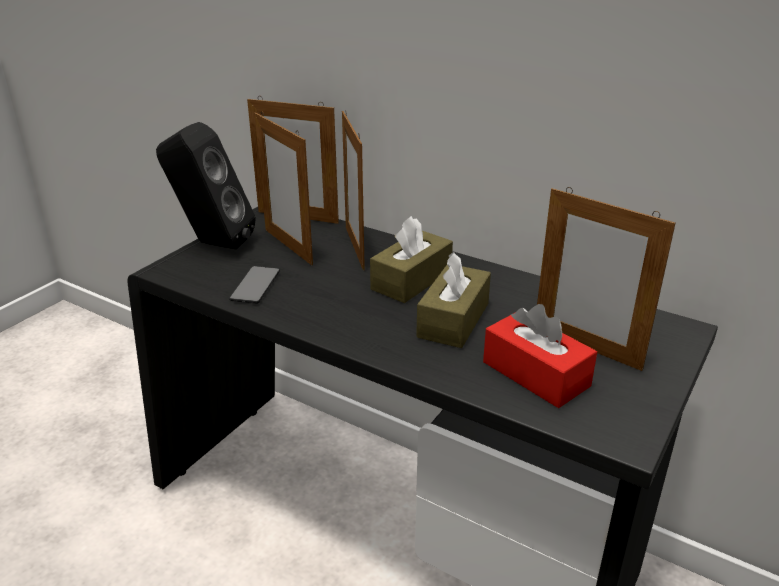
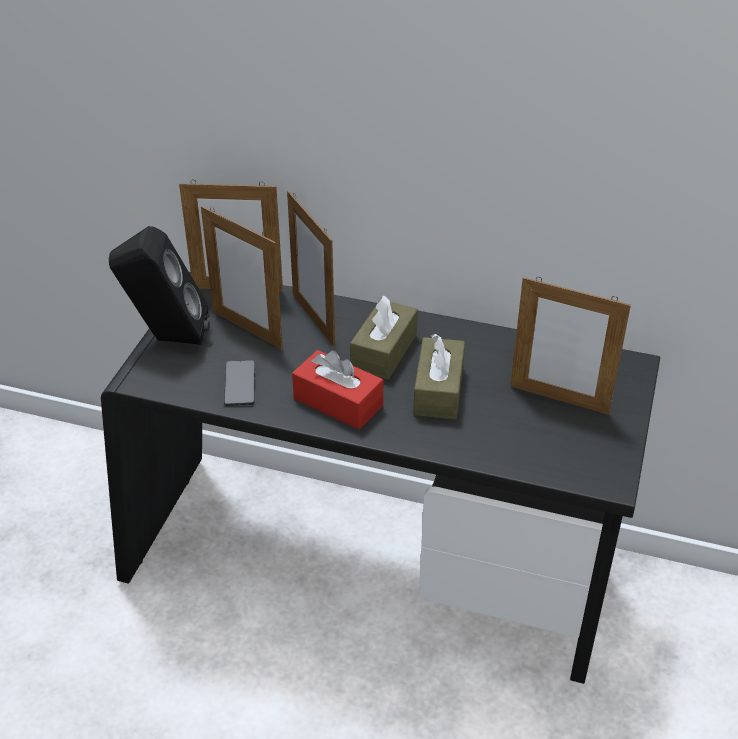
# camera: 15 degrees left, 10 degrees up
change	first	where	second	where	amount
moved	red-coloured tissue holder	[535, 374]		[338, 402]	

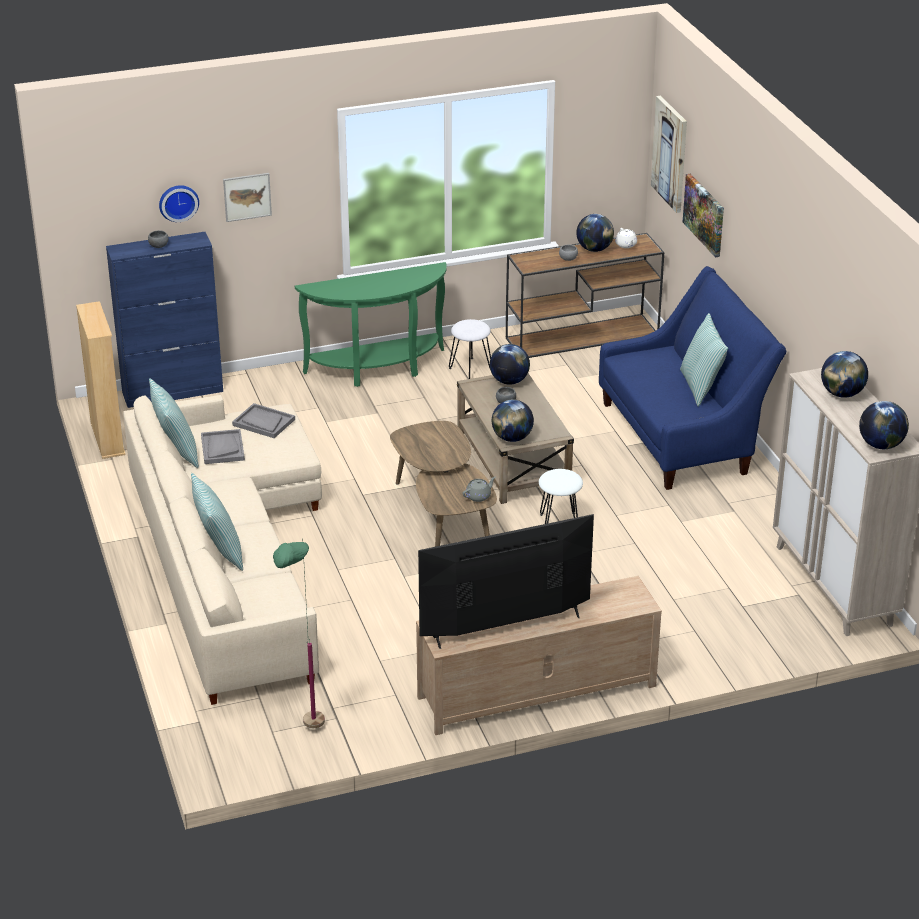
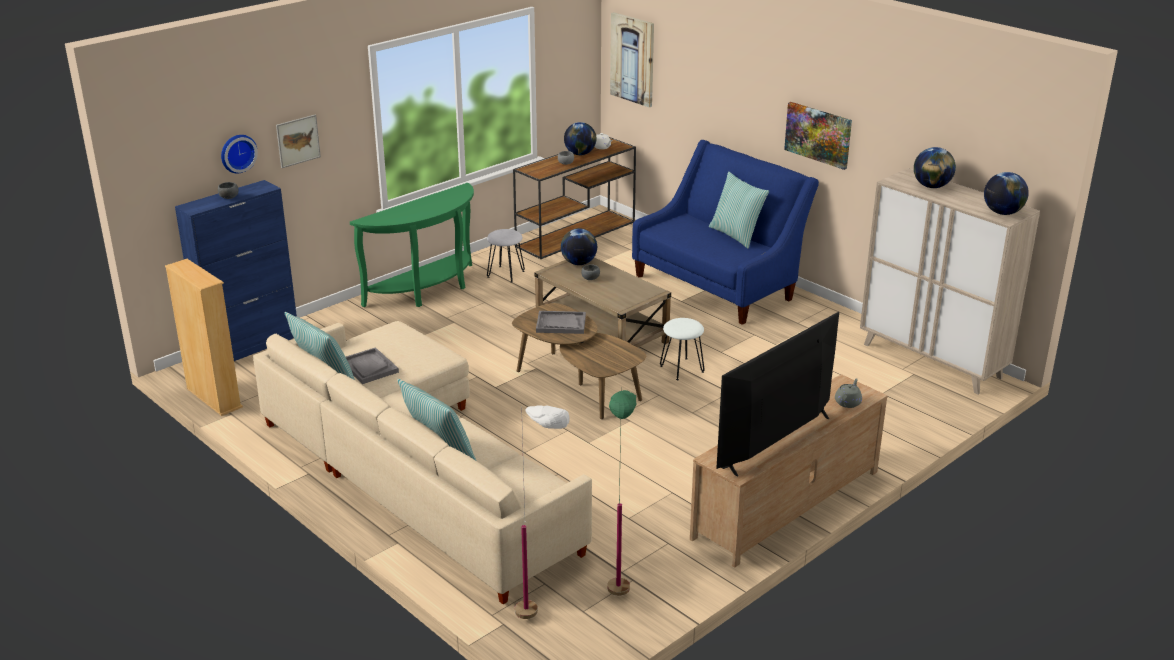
# camera: 25 degrees left, 5 degrees down
change	first	where	second	where	amount
added			whitish standard lamp	[542, 624]	
moved	grey tray	[263, 422]		[560, 324]	
moved	wall picture	[704, 214]		[818, 134]	
moved	grey teapot	[479, 496]		[848, 402]	
removed	globe	[512, 438]			

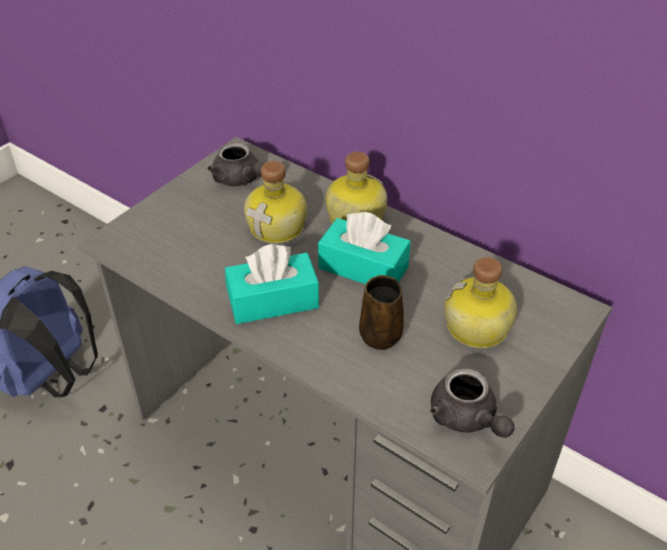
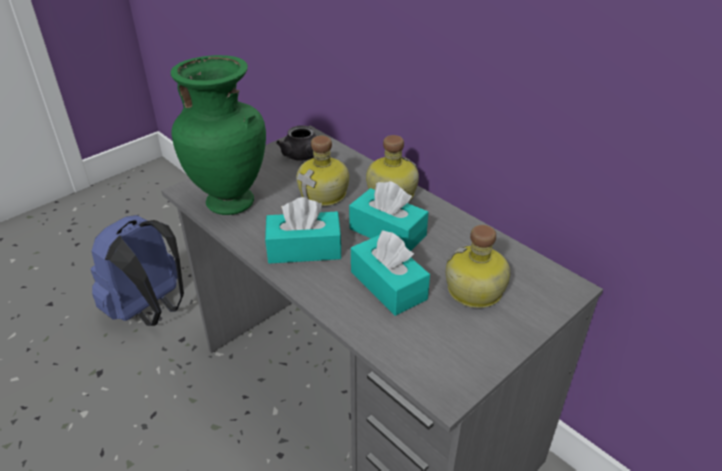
# camera: 10 degrees right, 5 degrees down
change	first	where	second	where	amount
added			green decorative vase	[231, 202]	
replaced	brownish coffee mug	[380, 333]	turquoise-coloured tissue holder	[388, 285]	
removed	grey teapot	[467, 419]			

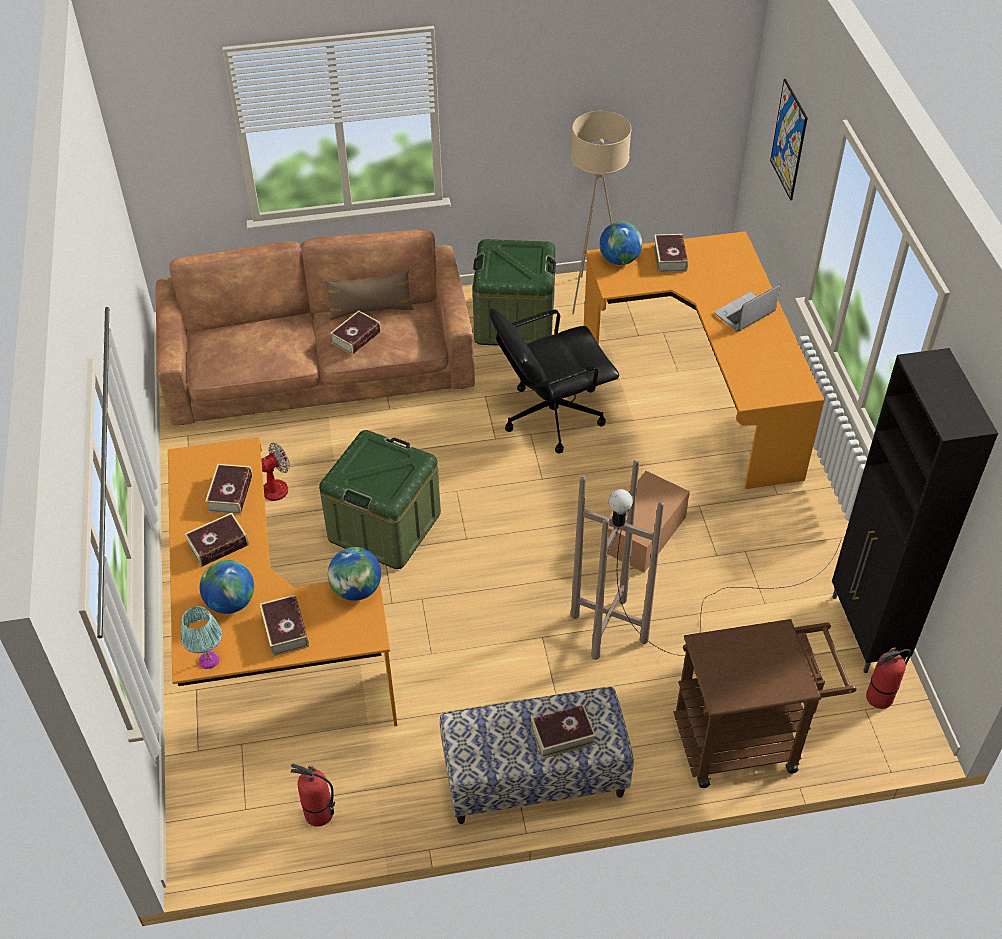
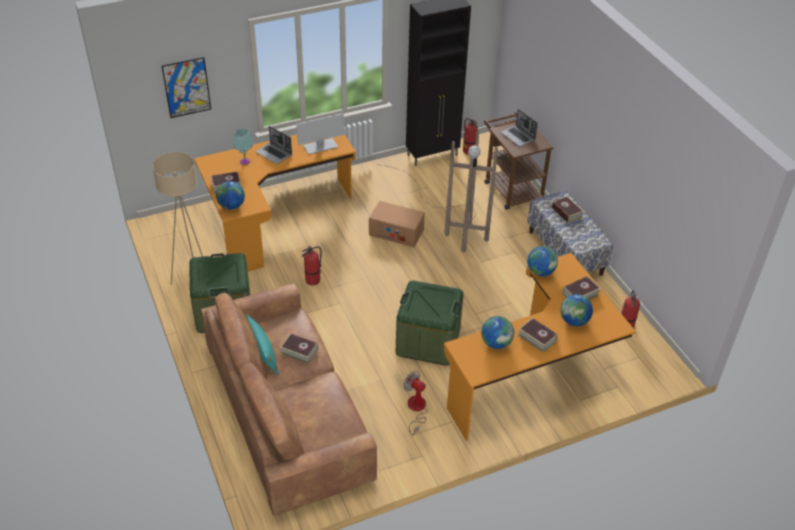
# camera: 105 degrees left, 5 degrees down
change	first	where	second	where	amount
moved	turquoise-coloured table lamp	[209, 660]		[244, 161]	
recoloured	brownish cushion	[370, 310]	turquoise-coloured cushion	[263, 354]	
added			monitor	[320, 147]	
replaced	blackish office chair	[551, 416]	extinguisher	[312, 280]	
replaced	volume	[230, 494]	globe	[496, 343]	
added			laptop	[518, 136]	

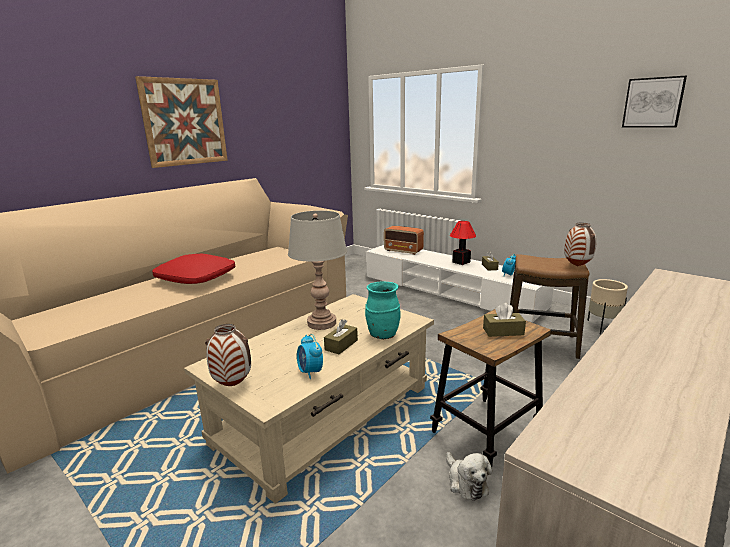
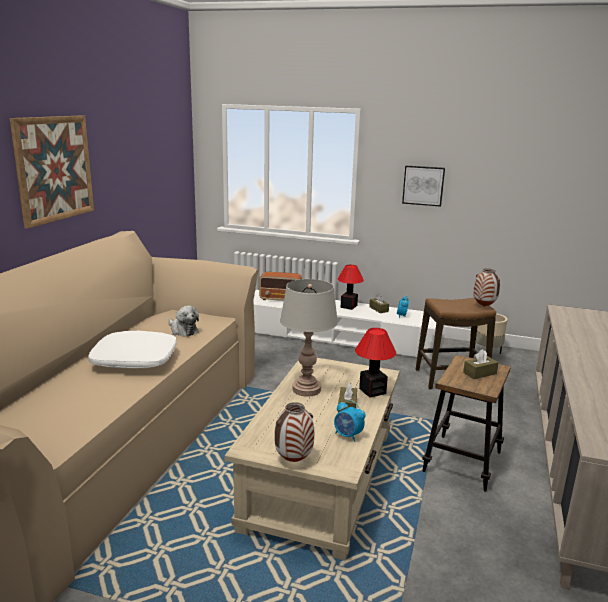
# camera: 25 degrees left, 0 degrees up
change	first	where	second	where	amount
recoloured	red-coloured cushion	[195, 278]	whitish cushion	[134, 360]	
moved	soft toy	[466, 482]		[183, 331]	
replaced	turquoise-coloured decorative vase	[382, 335]	table lamp	[372, 391]	
moved	wall picture	[653, 102]		[423, 185]	

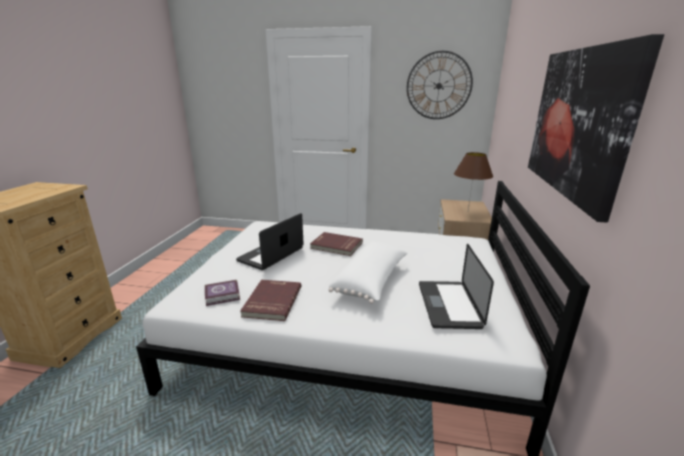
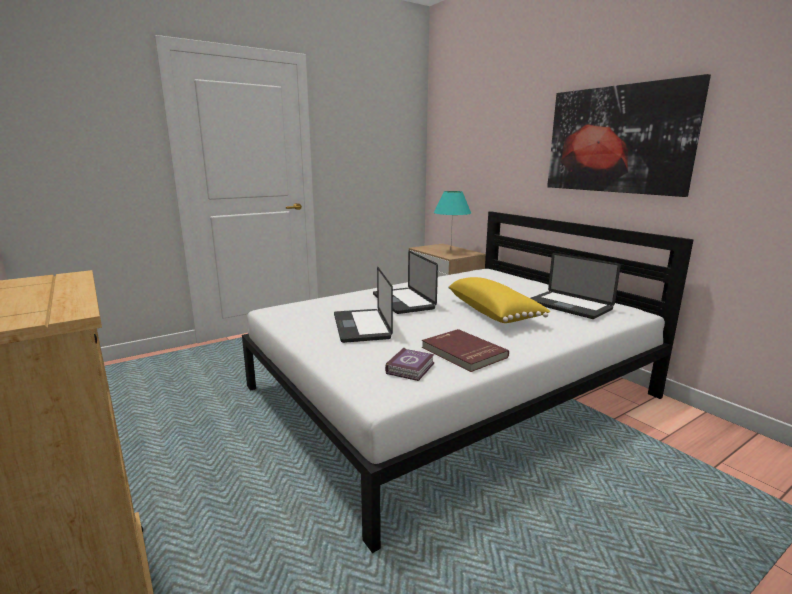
# camera: 45 degrees left, 5 degrees down
change	first	where	second	where	amount
replaced	red-coloured volume	[336, 246]	laptop	[403, 301]	
recoloured	brownish table lamp	[467, 211]	turquoise-coloured table lamp	[450, 251]	
recoloured	whitish cushion	[372, 281]	yellow-coloured cushion	[493, 312]	
removed	clock on the wall	[439, 86]			

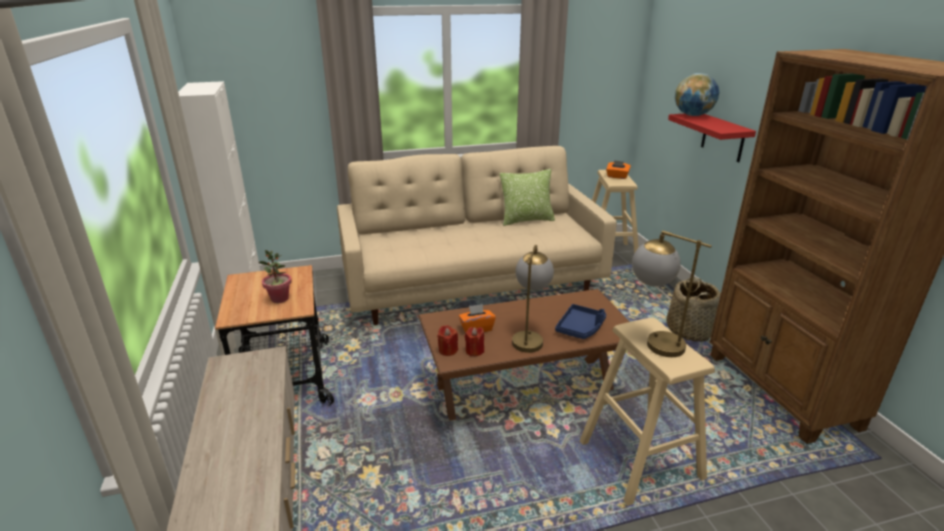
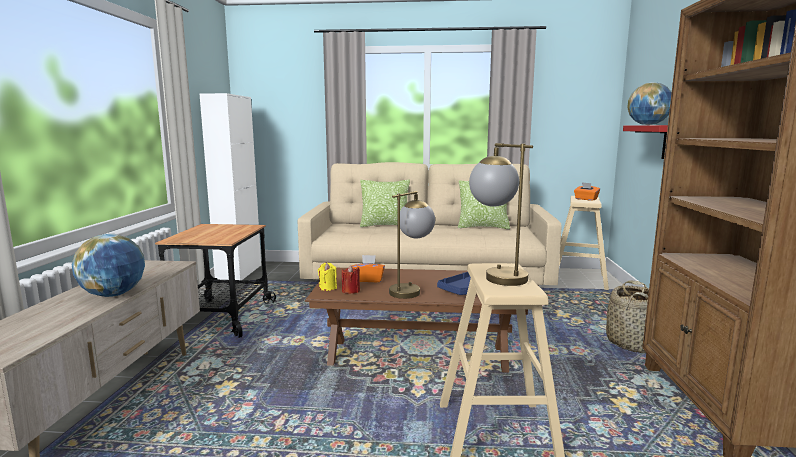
# camera: 20 degrees right, 15 degrees down
change	first	where	second	where	amount
added			globe	[114, 295]	
recoloured	red-coloured wax light	[448, 350]	yellow-coloured wax light	[328, 288]	
added			cushion	[385, 225]	
removed	plant in a pot	[279, 299]			

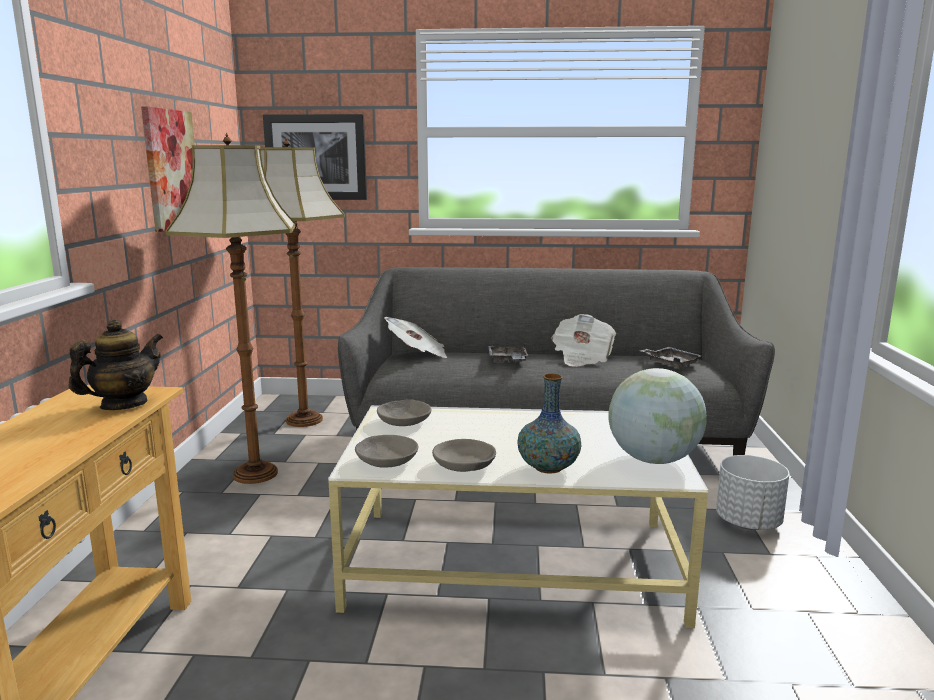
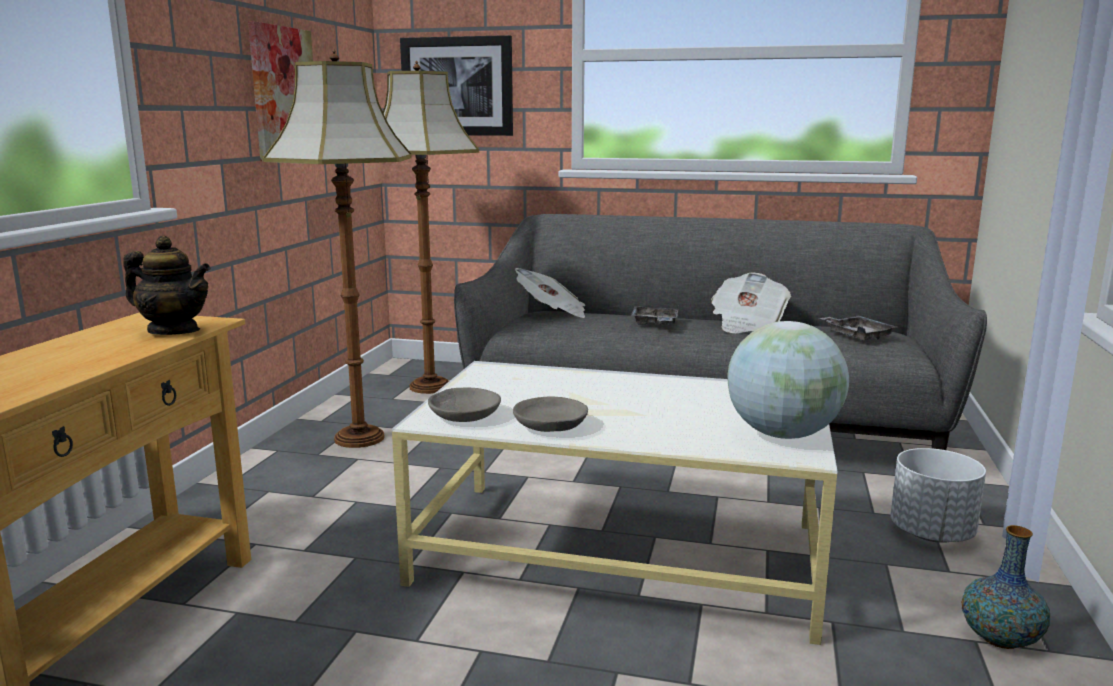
# camera: 10 degrees right, 0 degrees up
change	first	where	second	where	amount
turned	teapot	[123, 405]		[174, 331]	60 degrees clockwise
moved	decorative vase	[548, 468]		[1000, 639]	
removed	grey deep dish	[404, 420]			

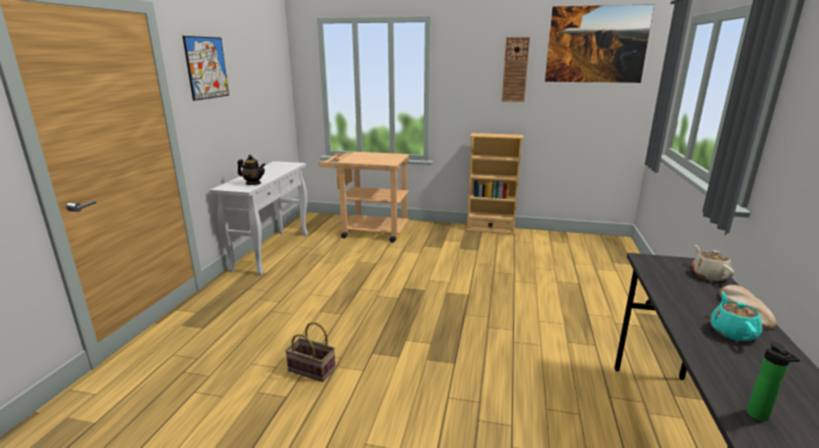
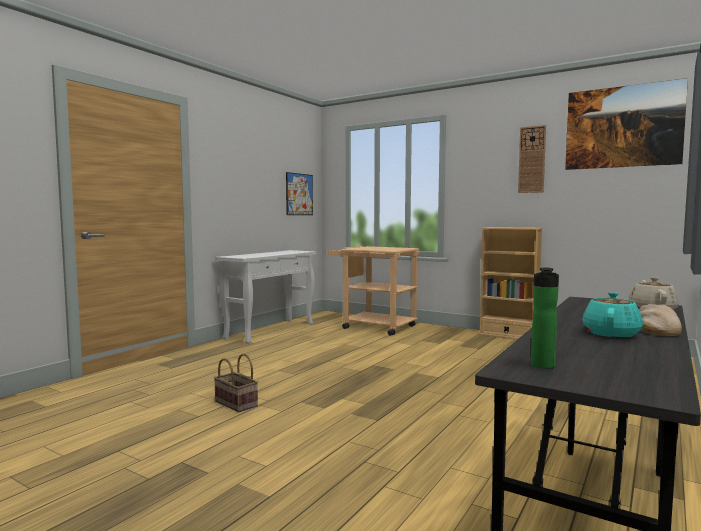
# camera: 20 degrees right, 15 degrees down
change	first	where	second	where	amount
moved	wall picture	[207, 68]		[299, 194]	
removed	teapot	[253, 183]			

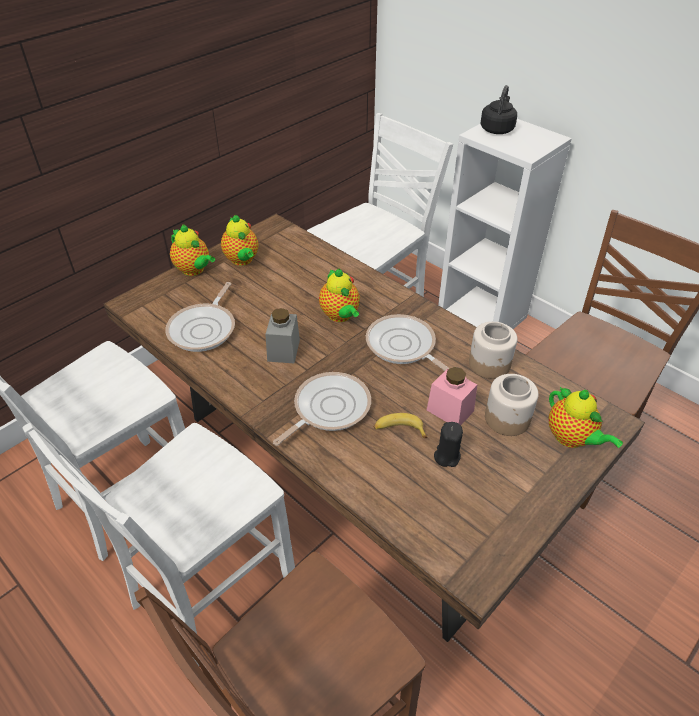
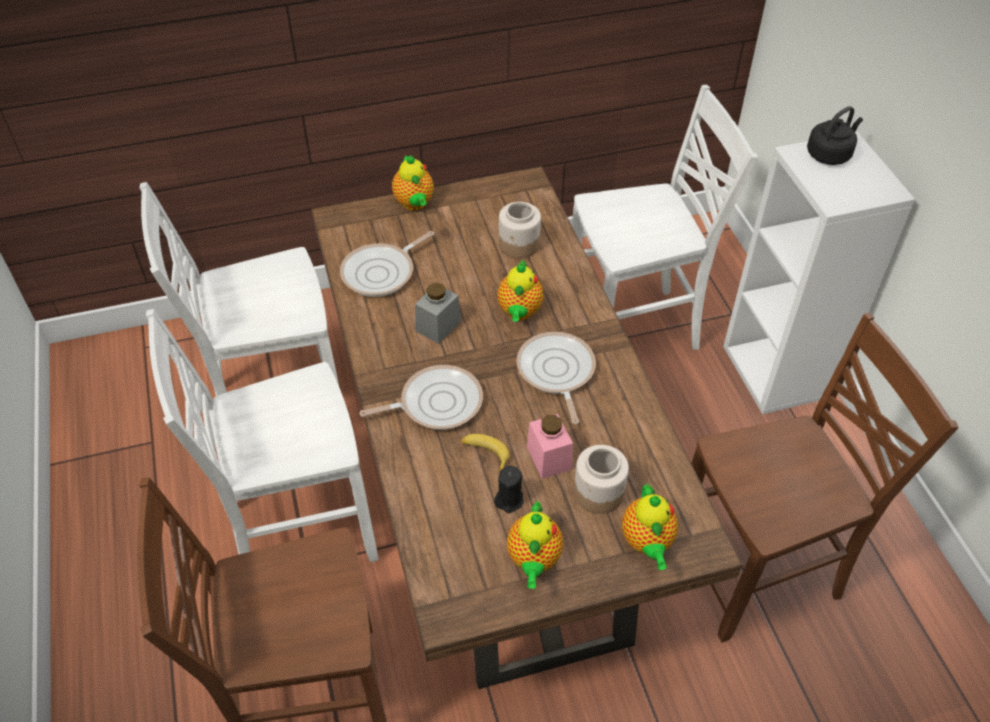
# camera: 30 degrees right, 5 degrees up
change	first	where	second	where	amount
moved	jar	[490, 364]		[519, 245]	
moved	teapot	[242, 260]		[533, 560]	

